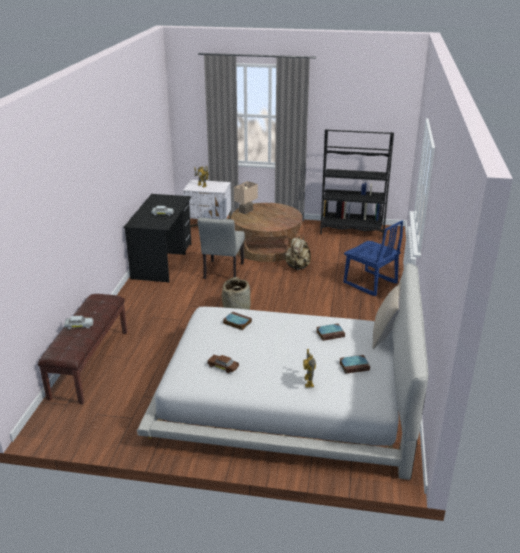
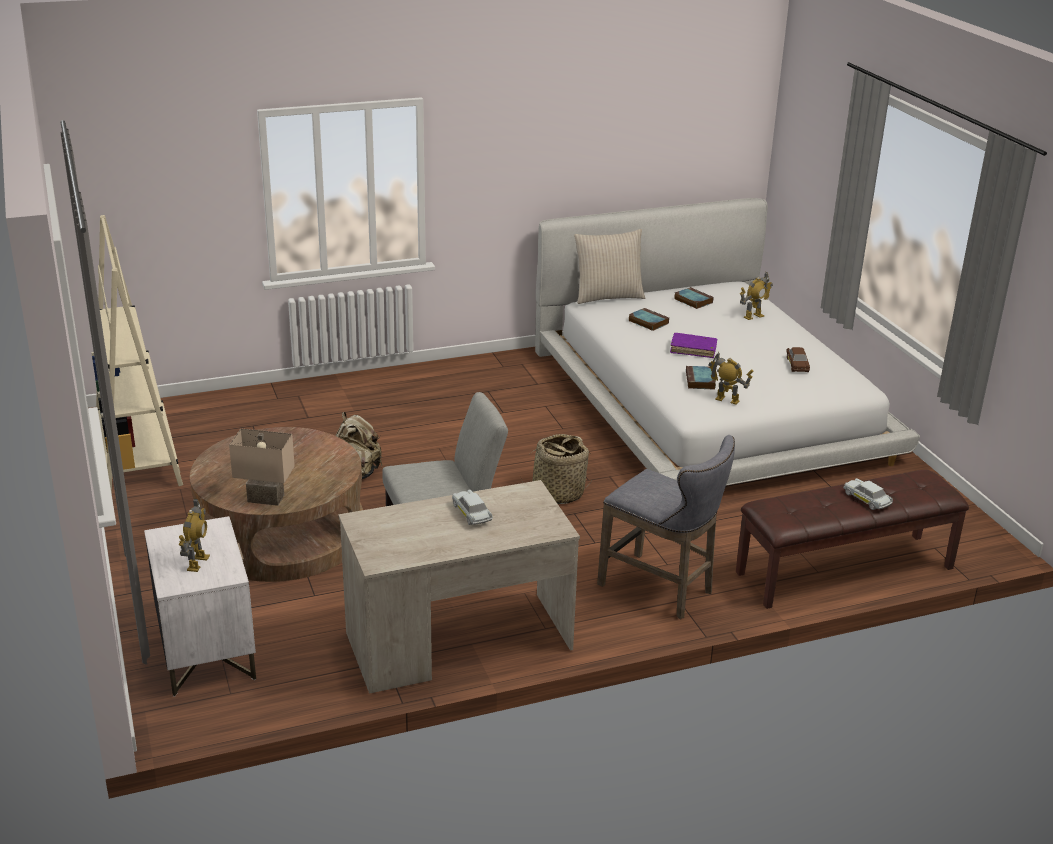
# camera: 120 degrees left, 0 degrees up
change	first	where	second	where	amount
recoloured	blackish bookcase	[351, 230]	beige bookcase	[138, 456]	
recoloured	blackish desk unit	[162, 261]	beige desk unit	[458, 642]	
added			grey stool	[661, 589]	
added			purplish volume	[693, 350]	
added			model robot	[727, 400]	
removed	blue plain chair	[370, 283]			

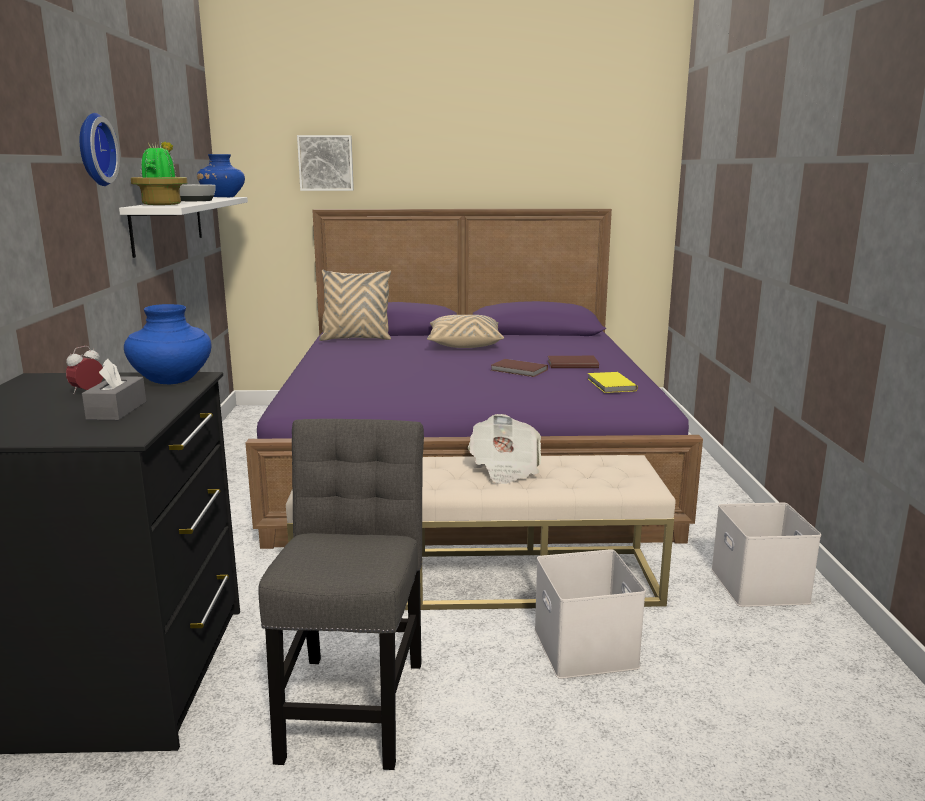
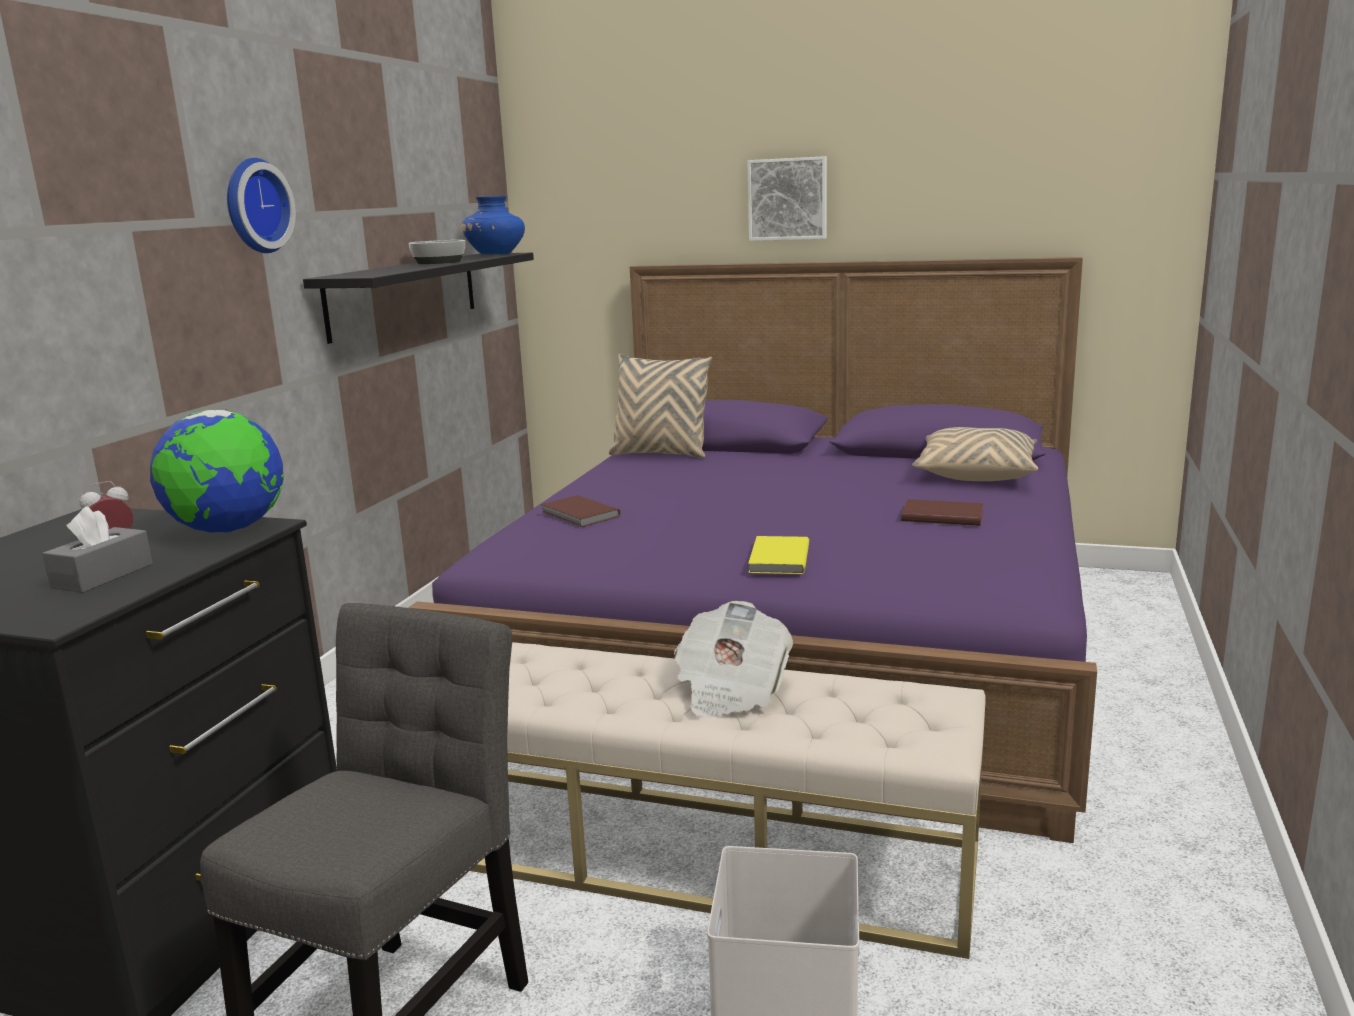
# camera: 20 degrees right, 0 degrees up
change	first	where	second	where	amount
replaced	blue decorative vase	[172, 380]	globe	[228, 530]	
recoloured	whitish bracket shelf	[168, 224]	blackish bracket shelf	[405, 294]	
moved	brownish volume	[519, 370]		[579, 515]	
moved	wall picture	[326, 163]		[788, 199]	
moved	yellow-coloured volume	[610, 385]		[777, 559]	
moved	beige cushion	[464, 344]		[975, 474]	
removed	plant in a pot	[162, 204]			
removed	whitish storage box	[761, 586]			

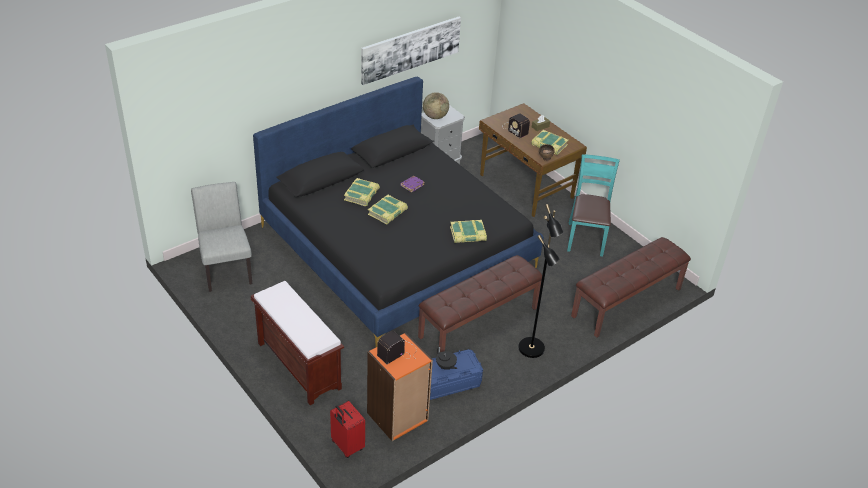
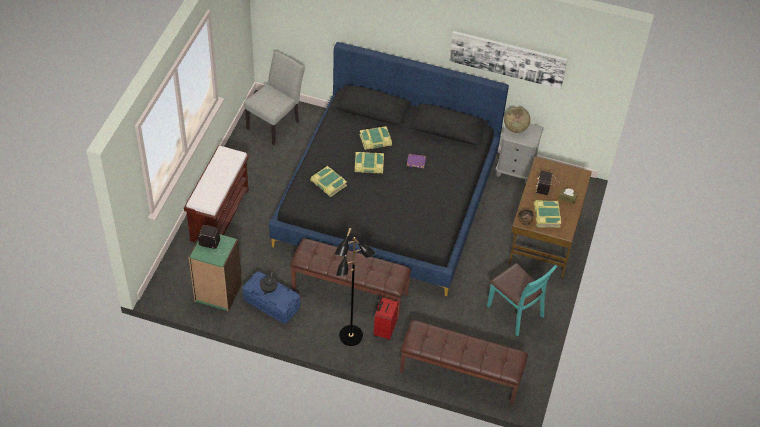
# camera: 55 degrees right, 10 degrees up
change	first	where	second	where	amount
recoloured	orangey bookcase	[397, 417]	green bookcase	[217, 293]	
moved	volume	[468, 234]		[328, 184]	
moved	red-coloured suitcase	[346, 446]		[384, 330]	
turned	turquoise-coloured plain chair	[586, 239]		[515, 312]	75 degrees clockwise

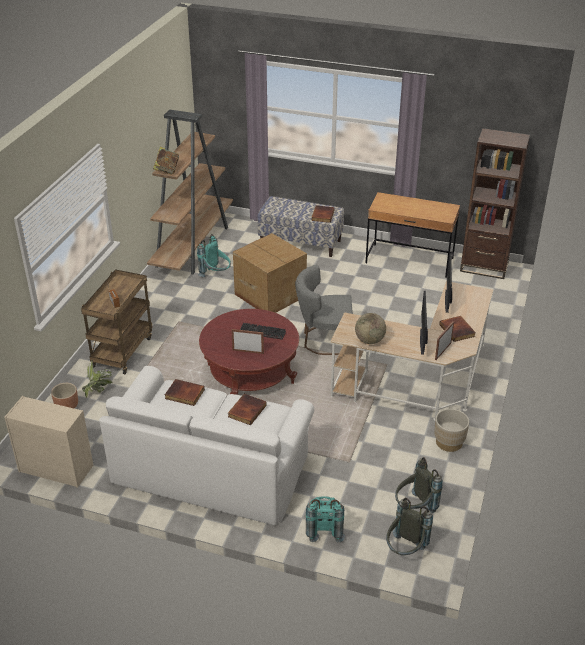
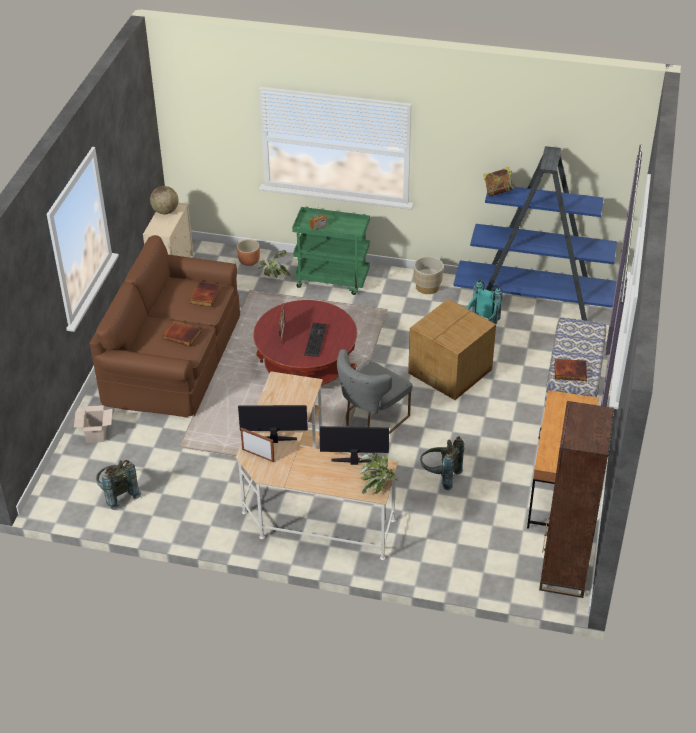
# camera: 85 degrees right, 5 degrees up
change	first	where	second	where	amount
replaced	turquoise-coloured rucksack	[324, 528]	carton	[96, 433]	
recoloured	whitish sofa	[211, 466]	brownish sofa	[173, 357]	
moved	globe	[369, 340]		[165, 211]	
recoloured	brownish wheeled cart	[122, 351]	green wheeled cart	[333, 280]	
turned	grey plain chair	[324, 340]		[371, 419]	135 degrees counterclockwise
added			plant in a pot	[377, 485]	
moved	beige planter	[449, 442]		[427, 287]	
moved	grey rucksack	[405, 551]		[440, 476]	
recoloured	brownish bookcase	[193, 246]	blue bookcase	[536, 301]	
removed	volume	[457, 330]			

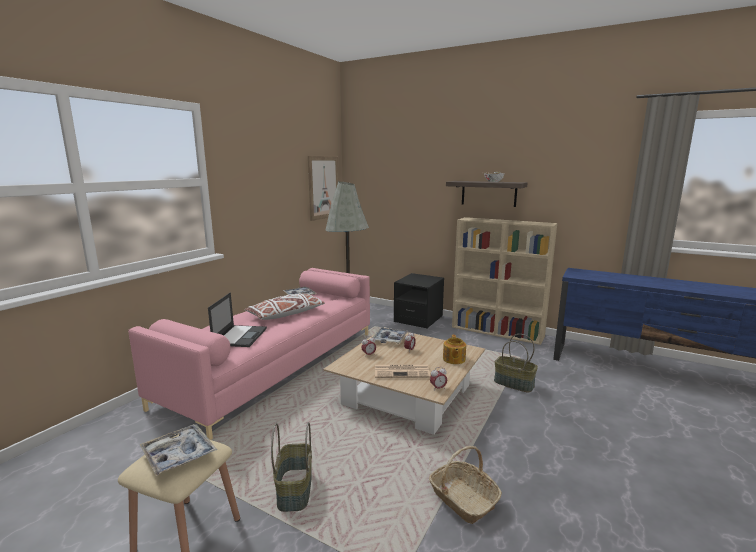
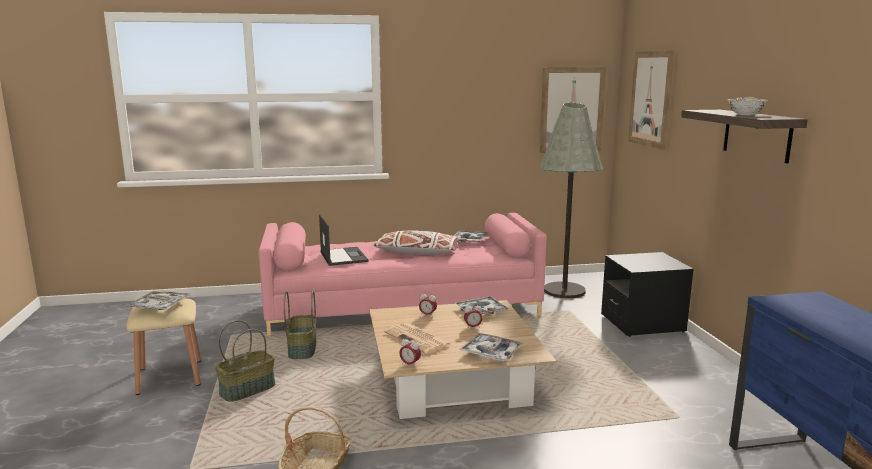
# camera: 50 degrees right, 0 degrees up
change	first	where	second	where	amount
moved	household basket	[513, 384]		[301, 349]	
turned	laptop	[240, 336]		[343, 256]	75 degrees counterclockwise
replaced	teapot	[453, 359]	tray	[491, 353]	
added			wall picture	[650, 99]	
removed	beige bookcase	[498, 331]			

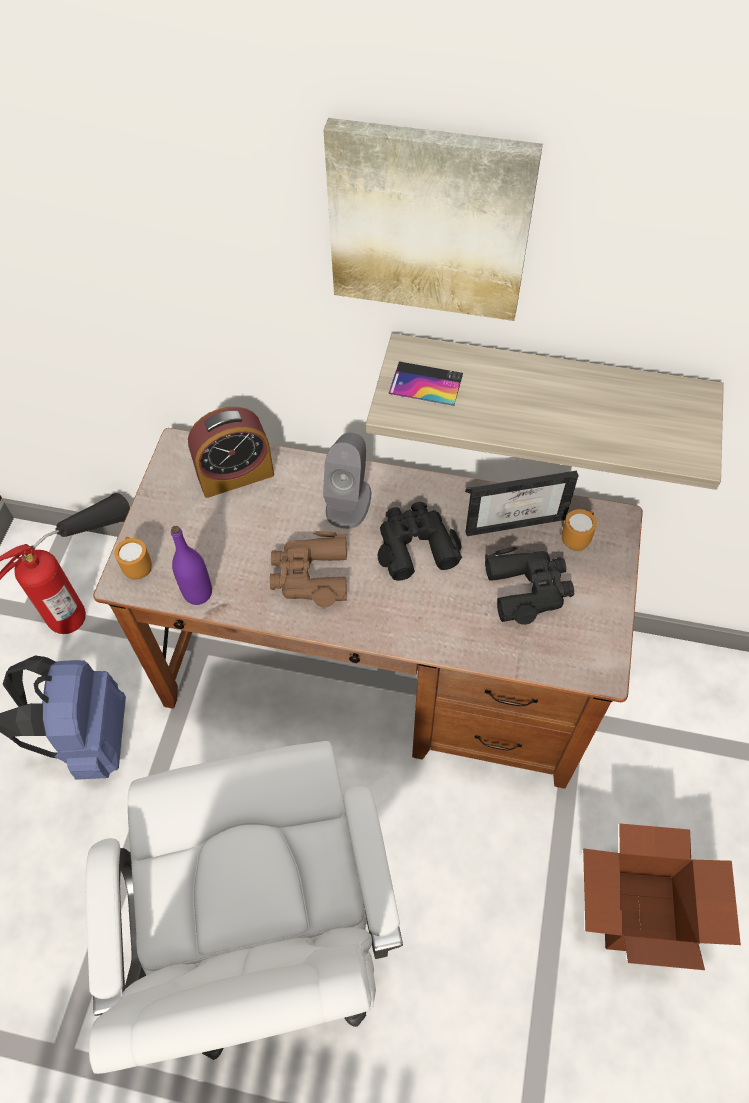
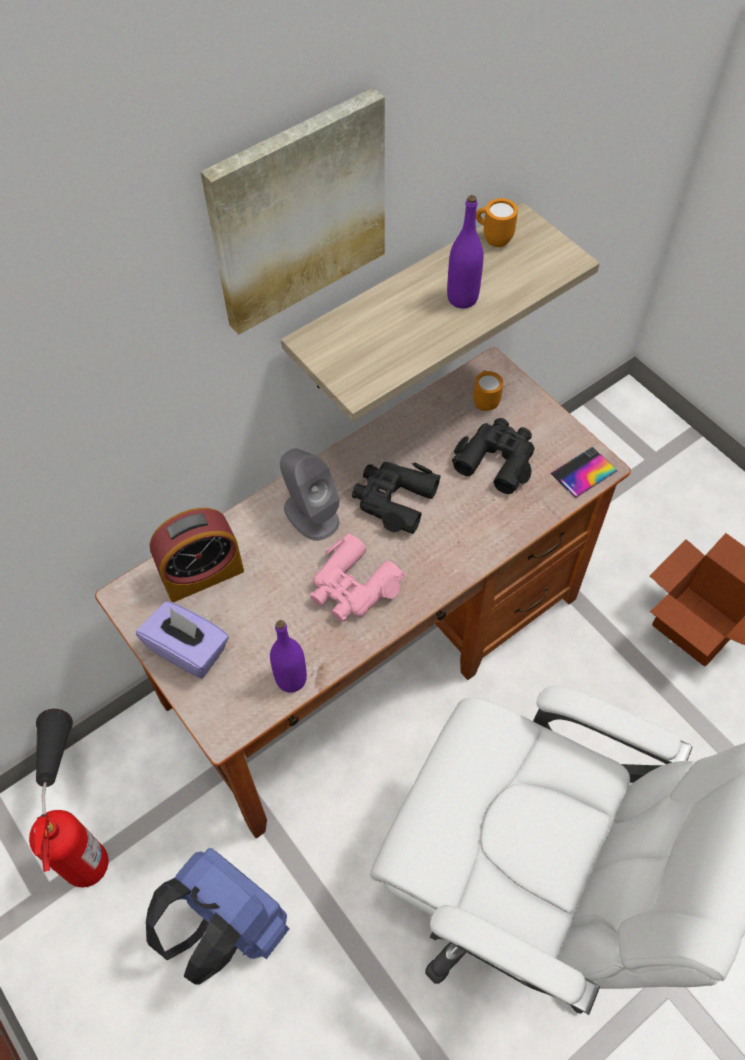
# camera: 50 degrees left, 0 degrees up
change	first	where	second	where	amount
added			purplish tissue holder	[188, 649]	
turned	table clock	[235, 475]		[202, 574]	45 degrees clockwise
recoloured	brownish field glasses	[310, 575]	pink field glasses	[352, 587]	
added			purplish drink bottle	[462, 298]	
moved	orangey coffee mug	[138, 567]		[493, 239]	
moved	handset	[426, 384]		[583, 472]	
removed	photo frame	[514, 517]			

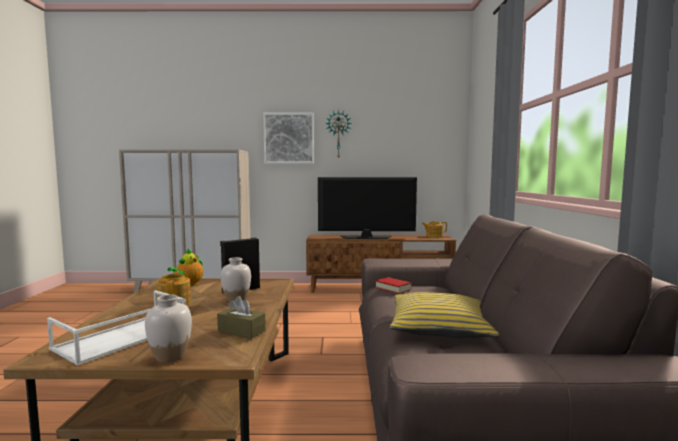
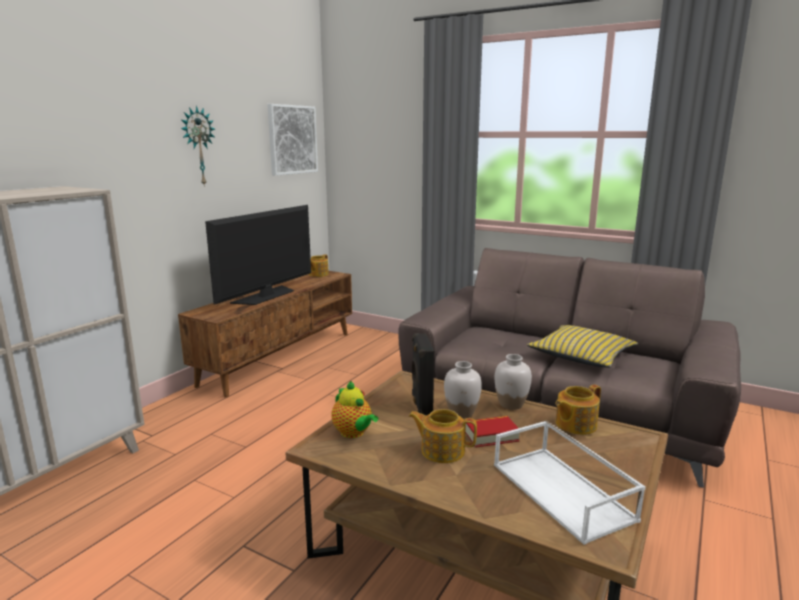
# camera: 60 degrees left, 10 degrees up
change	first	where	second	where	amount
moved	wall picture	[289, 138]		[292, 140]	
moved	volume	[393, 289]		[491, 436]	
moved	whitish decorative vase	[170, 357]		[511, 404]	
replaced	brownish tissue holder	[241, 331]	teapot	[574, 424]	

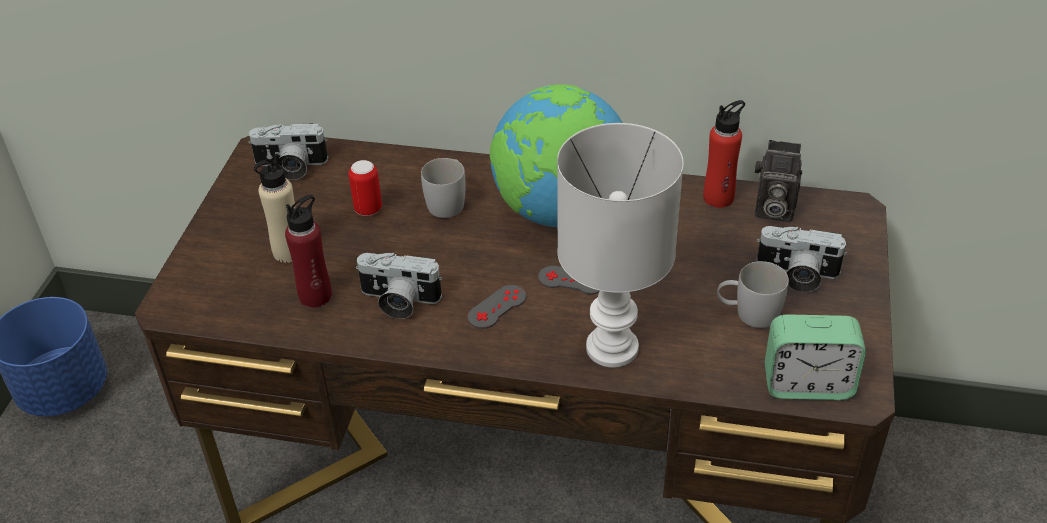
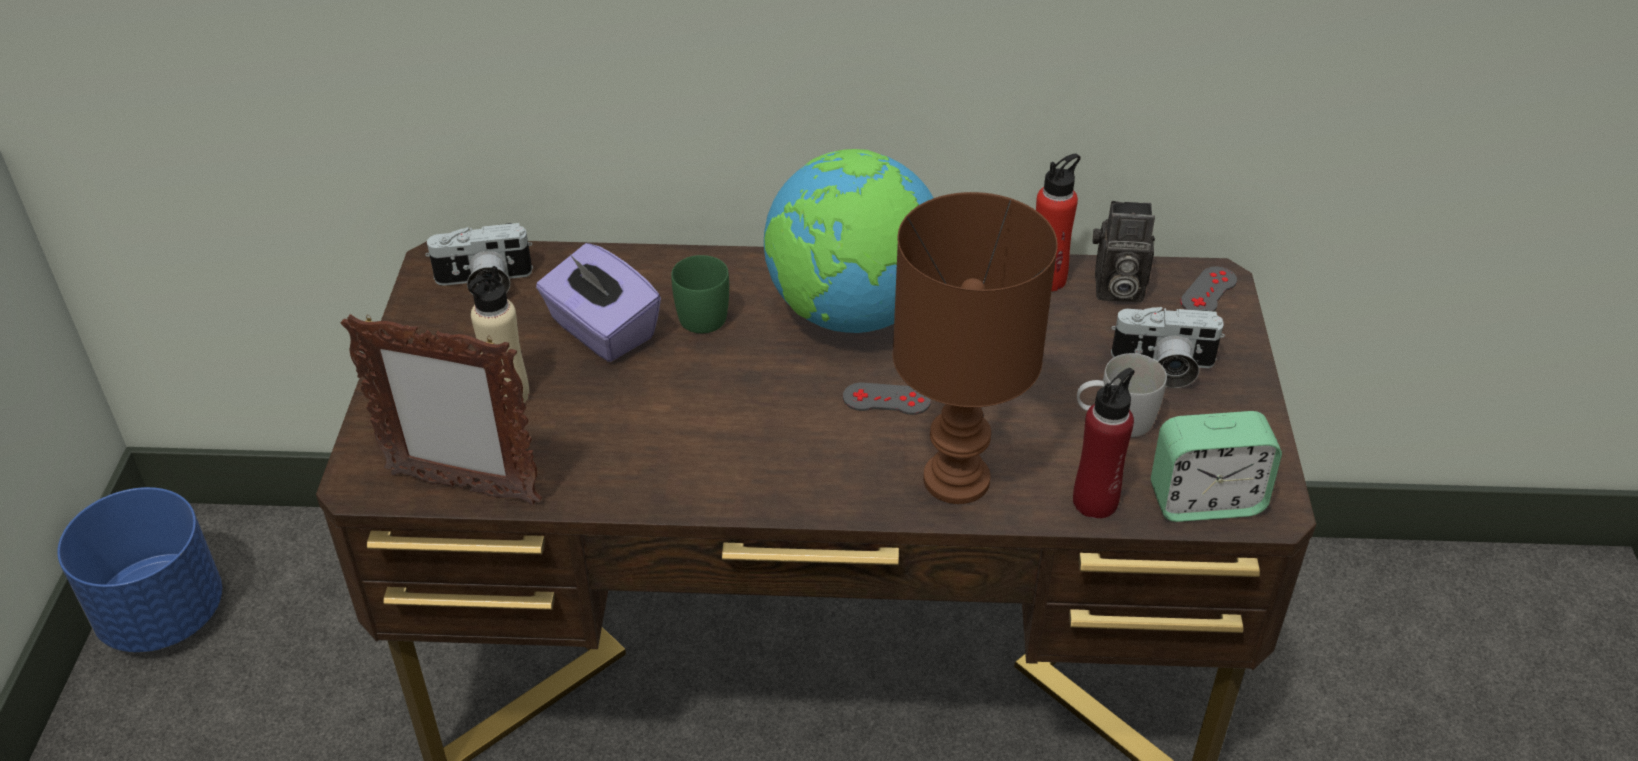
# camera: 10 degrees left, 0 degrees up
change	first	where	second	where	amount
added			photo frame	[462, 487]	
replaced	sealed can	[368, 209]	purplish tissue holder	[601, 330]	
recoloured	whitish coffee mug	[448, 201]	green coffee mug	[705, 311]	
recoloured	whitish table lamp	[614, 347]	brownish table lamp	[958, 478]	
moved	red-coloured drink bottle	[315, 296]		[1095, 501]	
moved	grey game controller	[497, 307]		[1208, 291]	
removed	still camera	[398, 301]			

